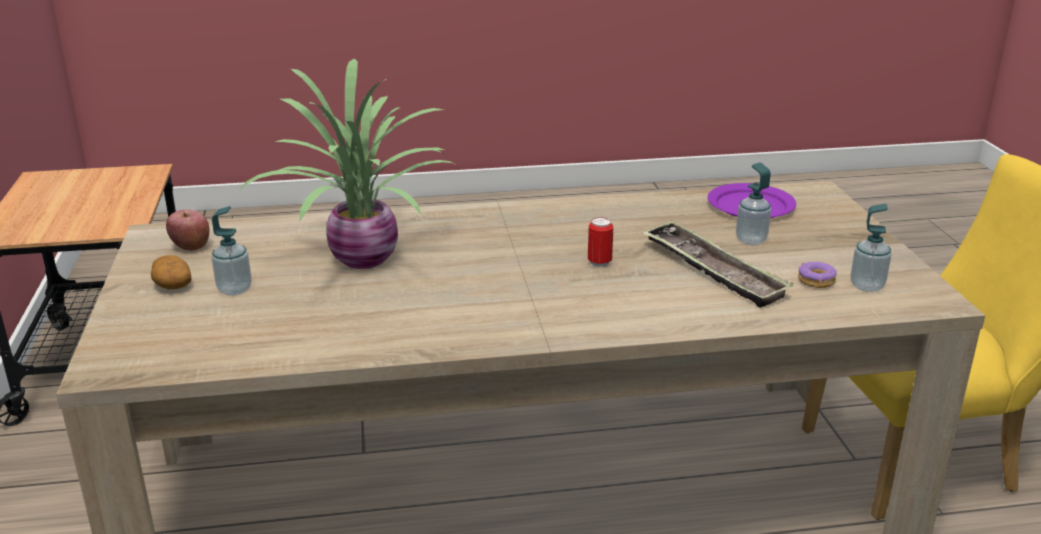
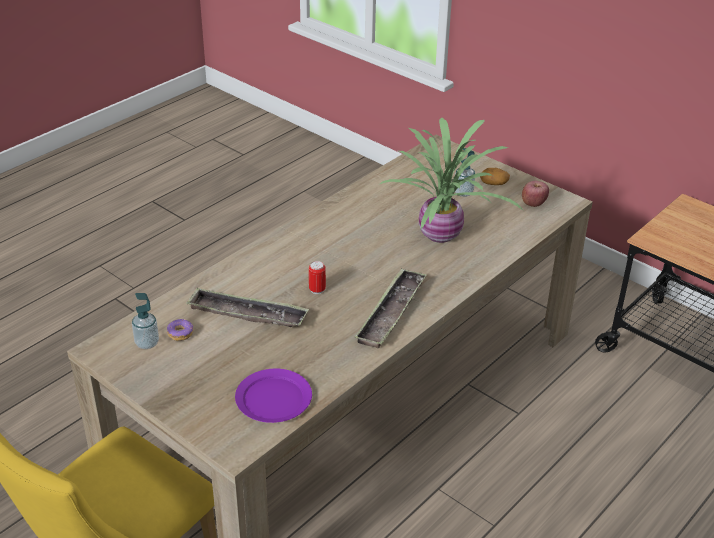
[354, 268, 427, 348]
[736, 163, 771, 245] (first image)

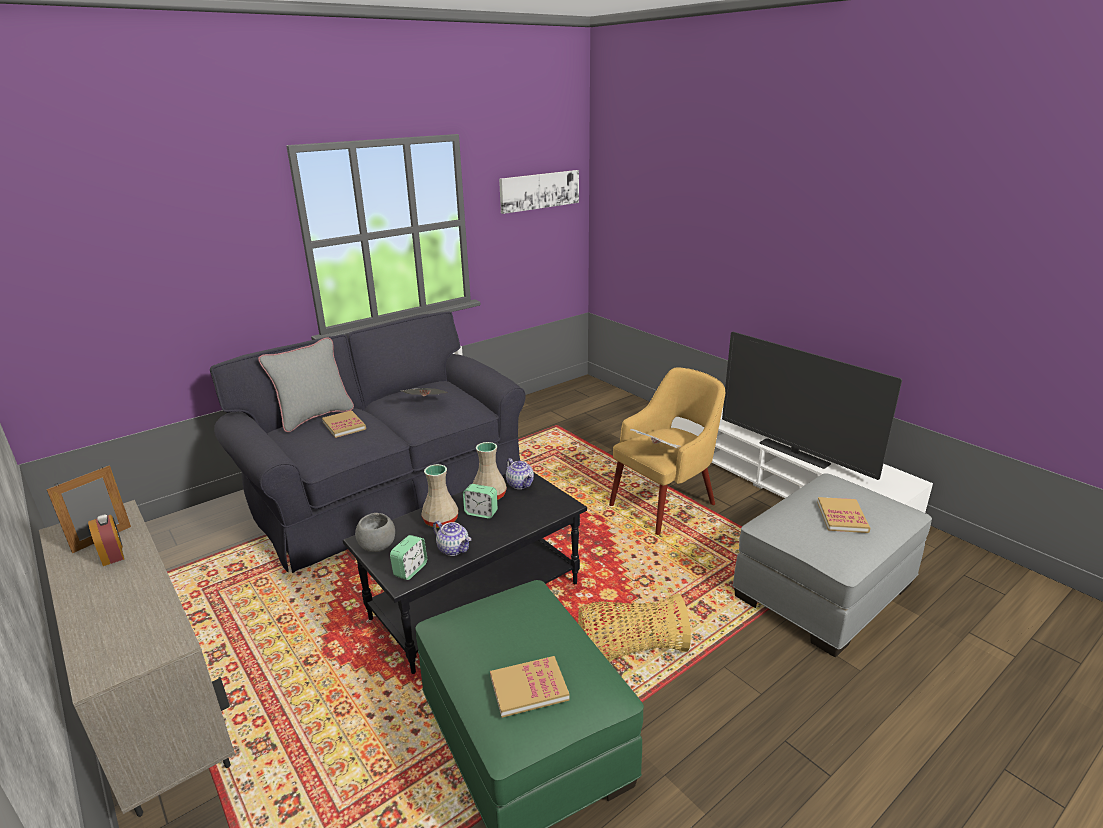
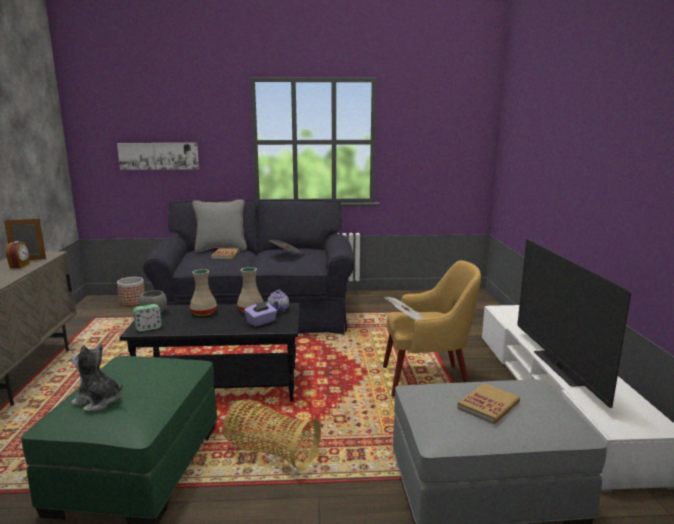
[71, 343, 123, 411]
[117, 143, 199, 170]
[117, 277, 145, 306]
[244, 301, 277, 327]
[433, 521, 471, 556] (first image)
[463, 484, 498, 519] (first image)

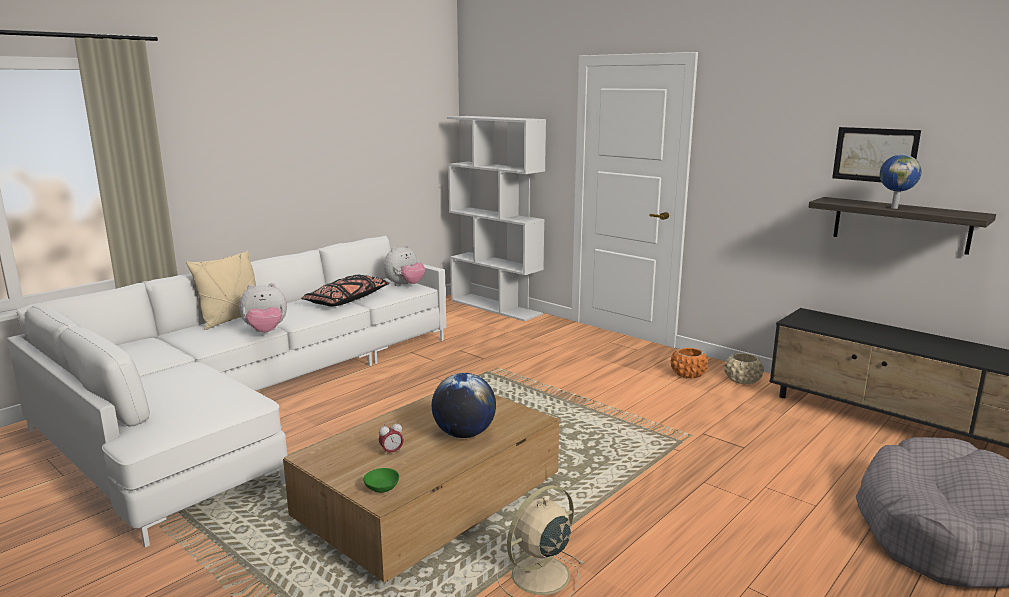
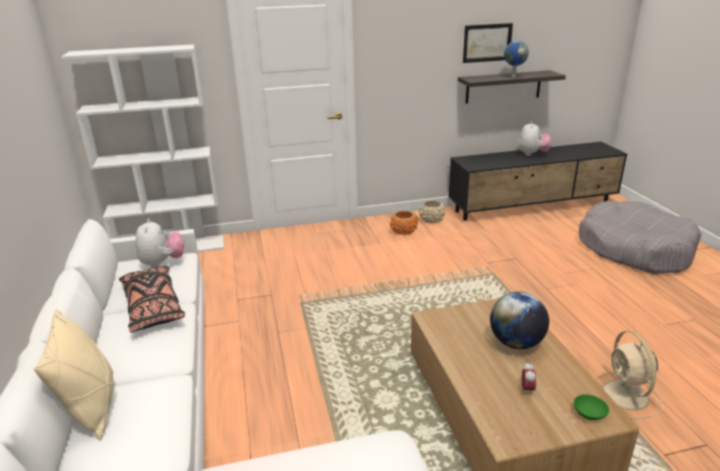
[518, 121, 552, 156]

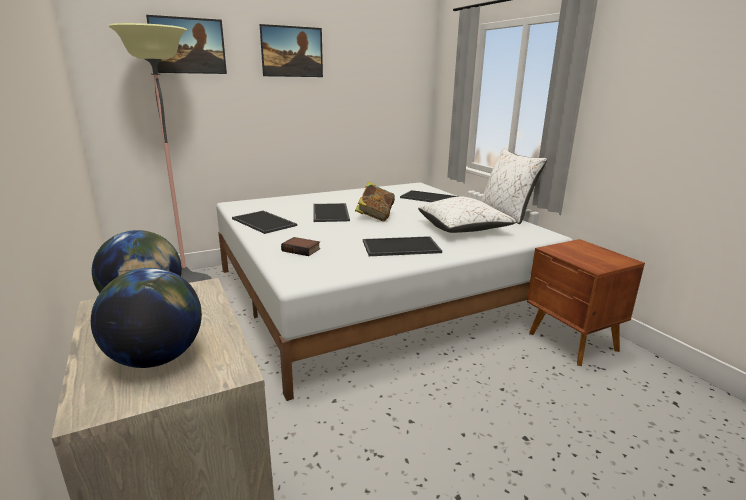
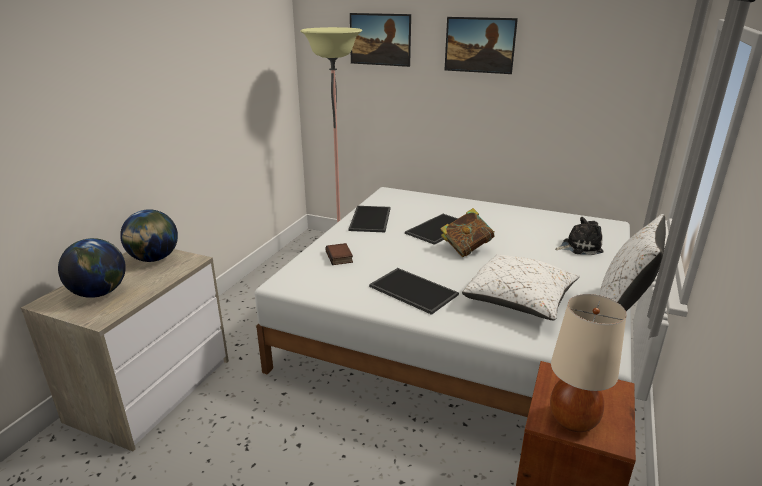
[550, 294, 627, 432]
[555, 217, 604, 255]

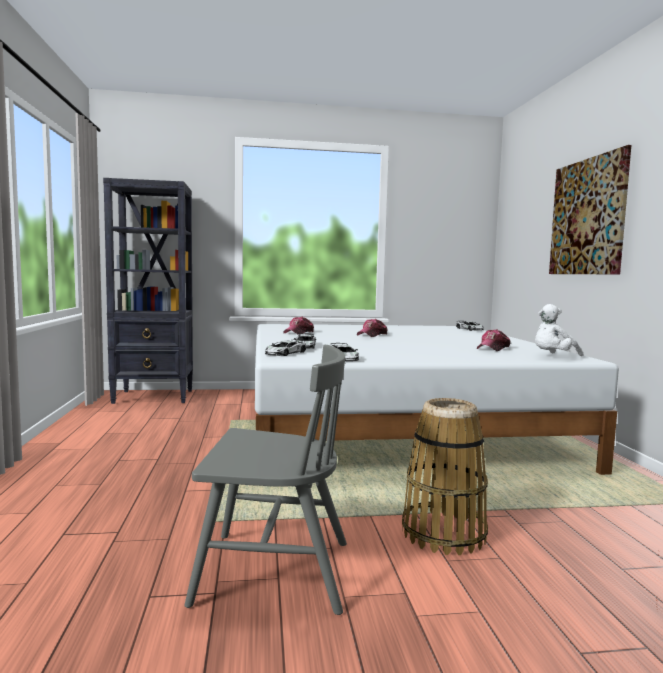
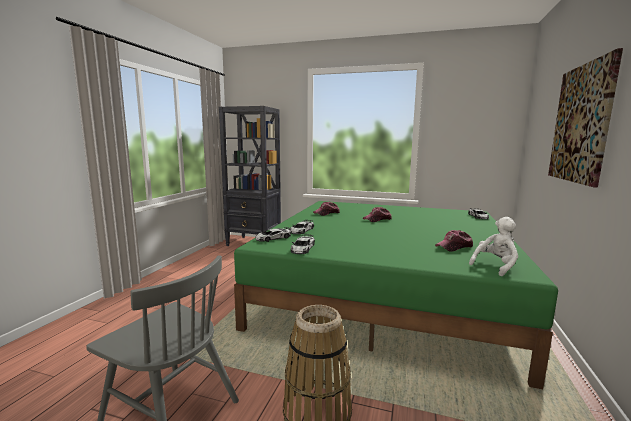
[234, 201, 558, 389]
[469, 217, 518, 276]

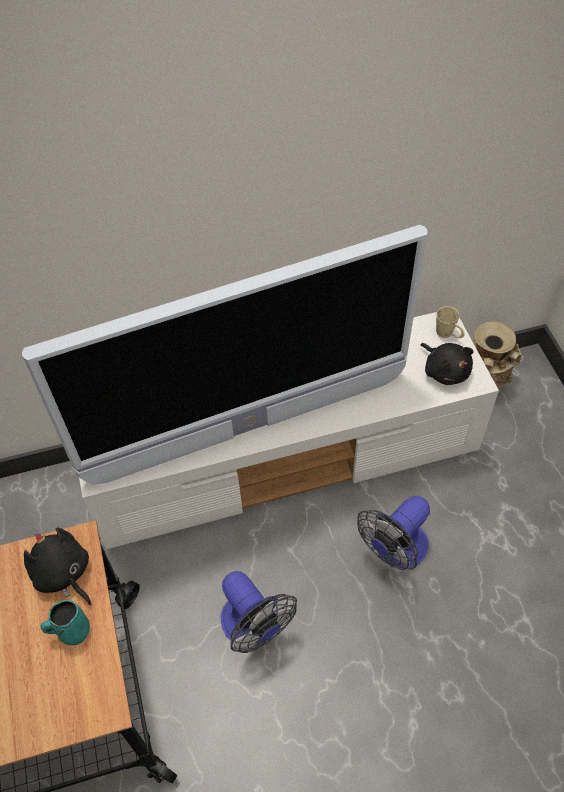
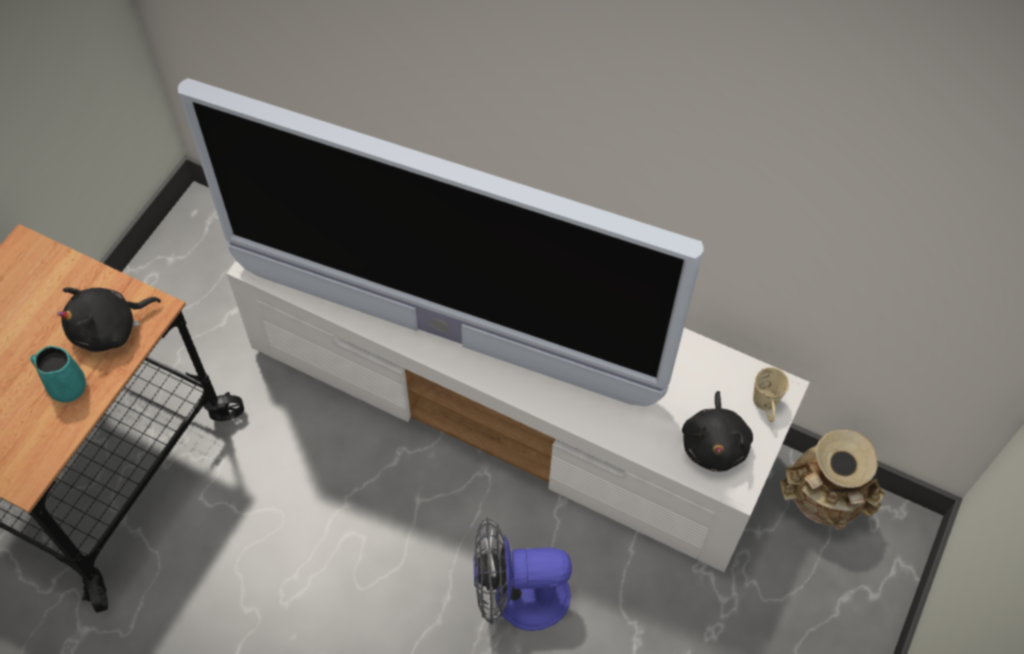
[57, 287, 161, 352]
[221, 571, 297, 653] (first image)

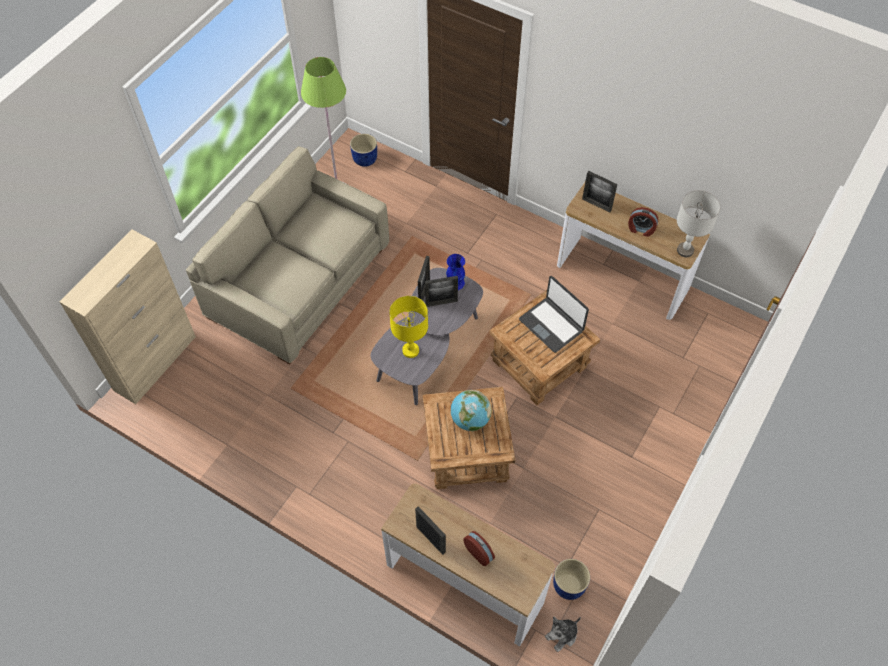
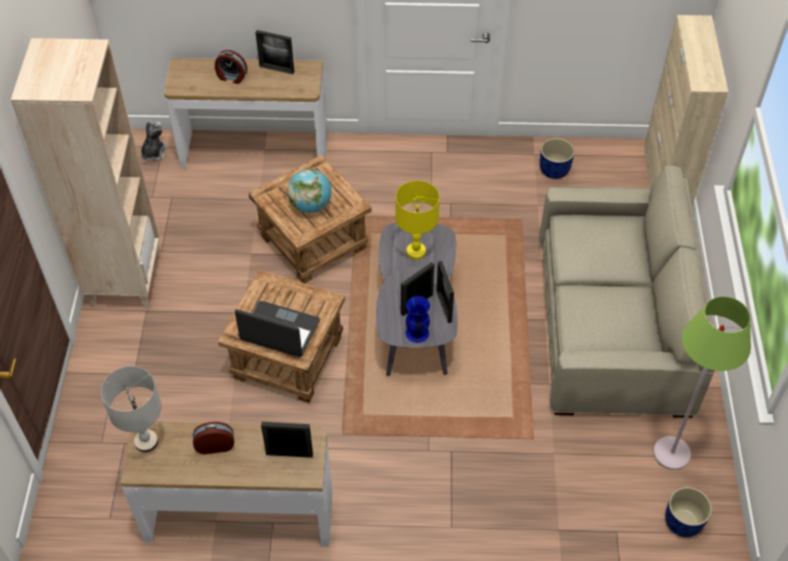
[11, 38, 159, 308]
[540, 138, 575, 179]

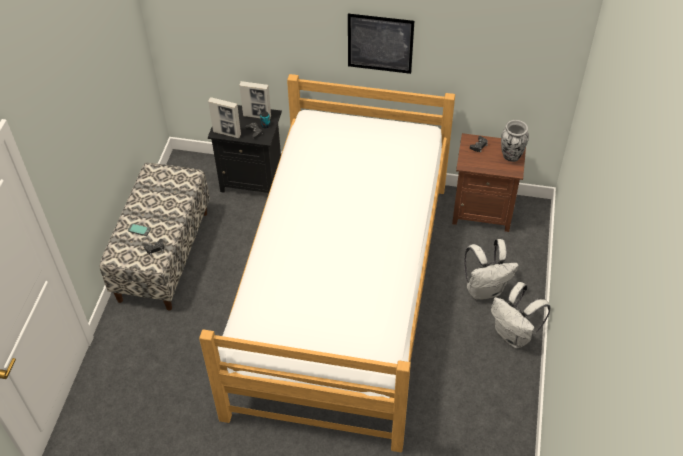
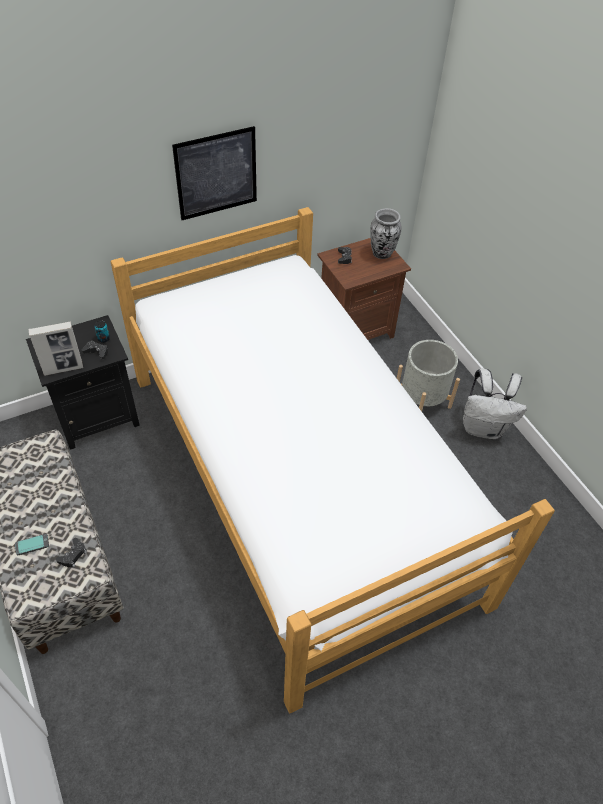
[397, 340, 460, 411]
[239, 81, 271, 118] (first image)

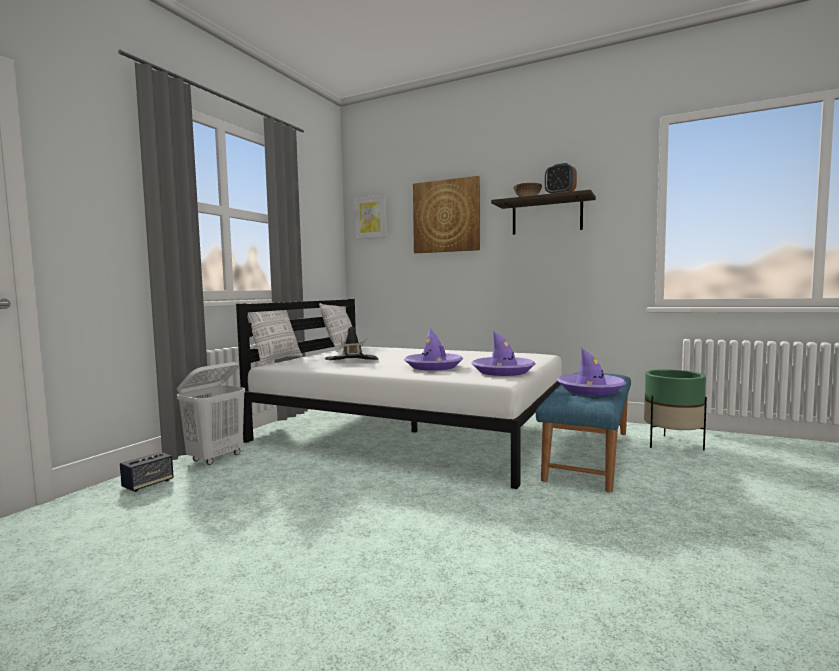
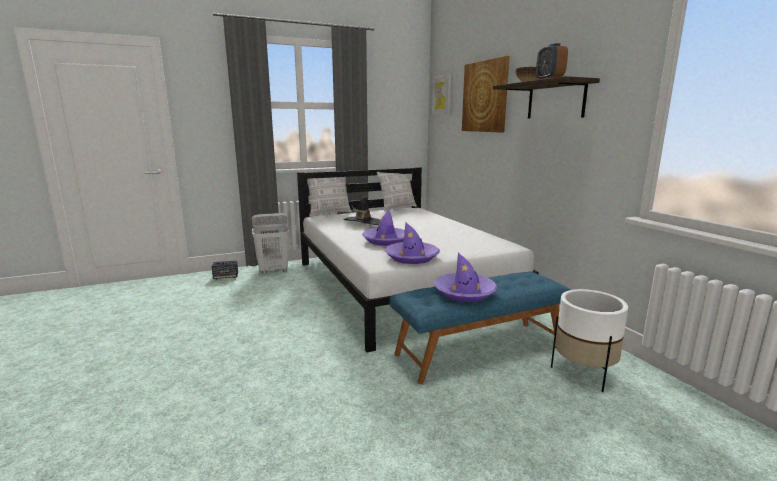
[551, 289, 628, 392]

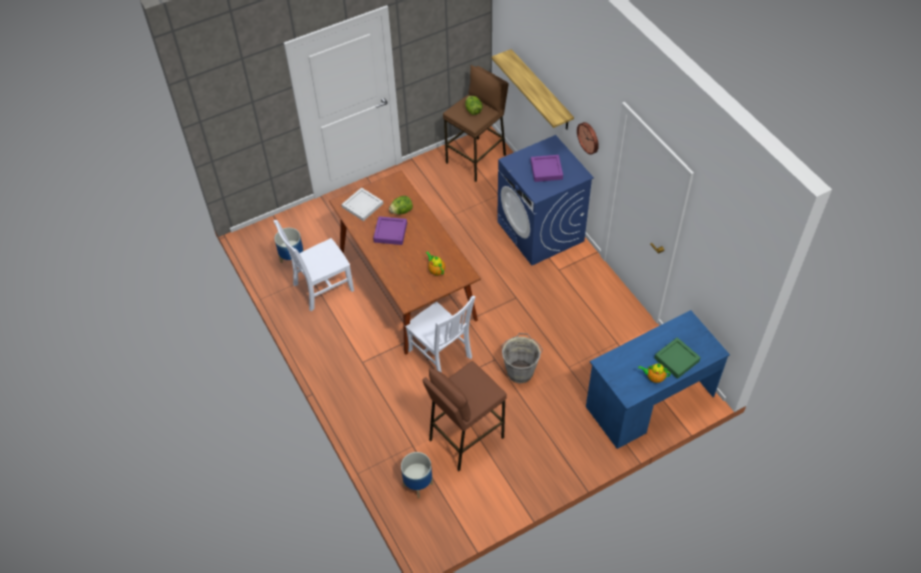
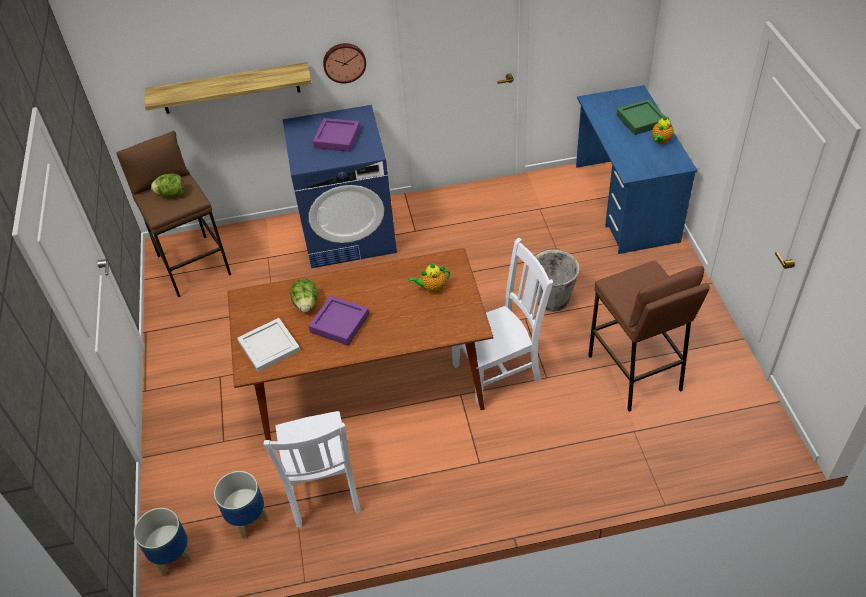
[134, 508, 193, 576]

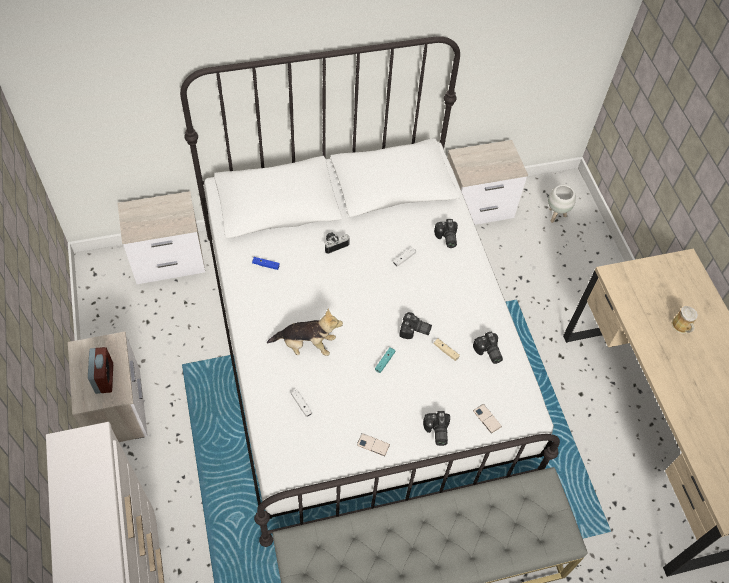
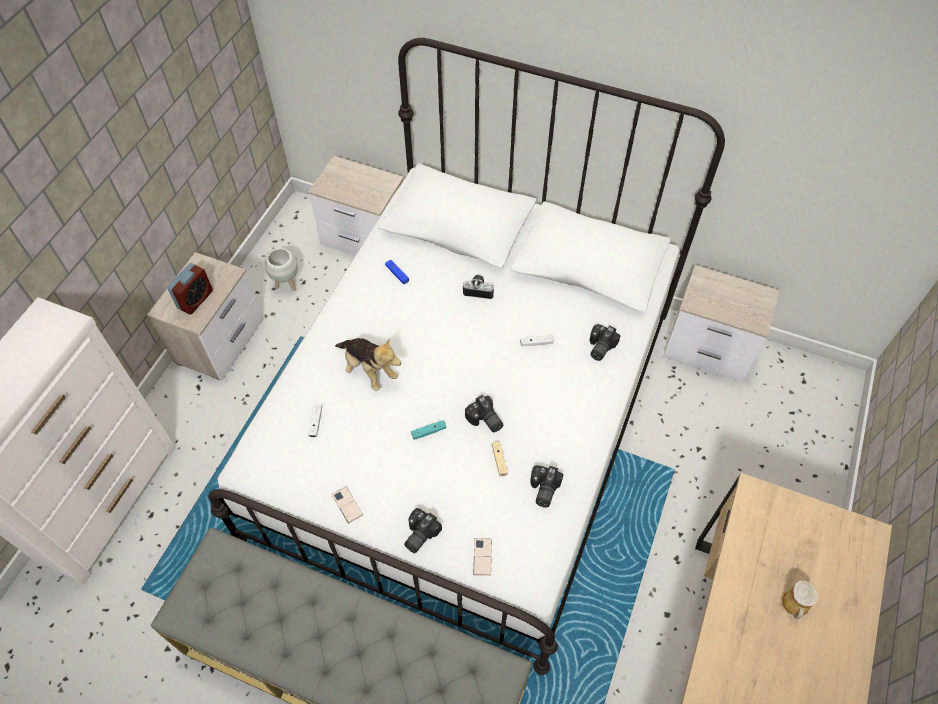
[265, 248, 298, 291]

